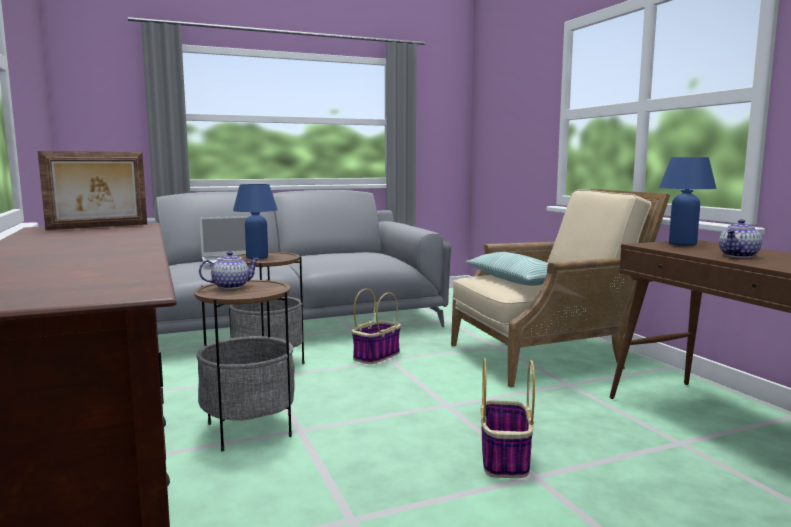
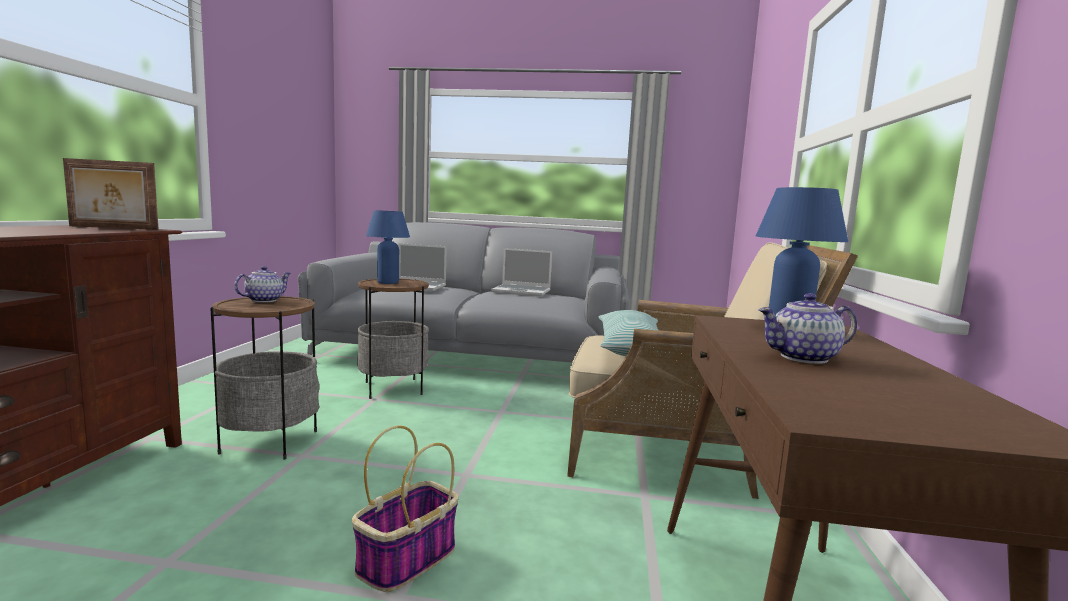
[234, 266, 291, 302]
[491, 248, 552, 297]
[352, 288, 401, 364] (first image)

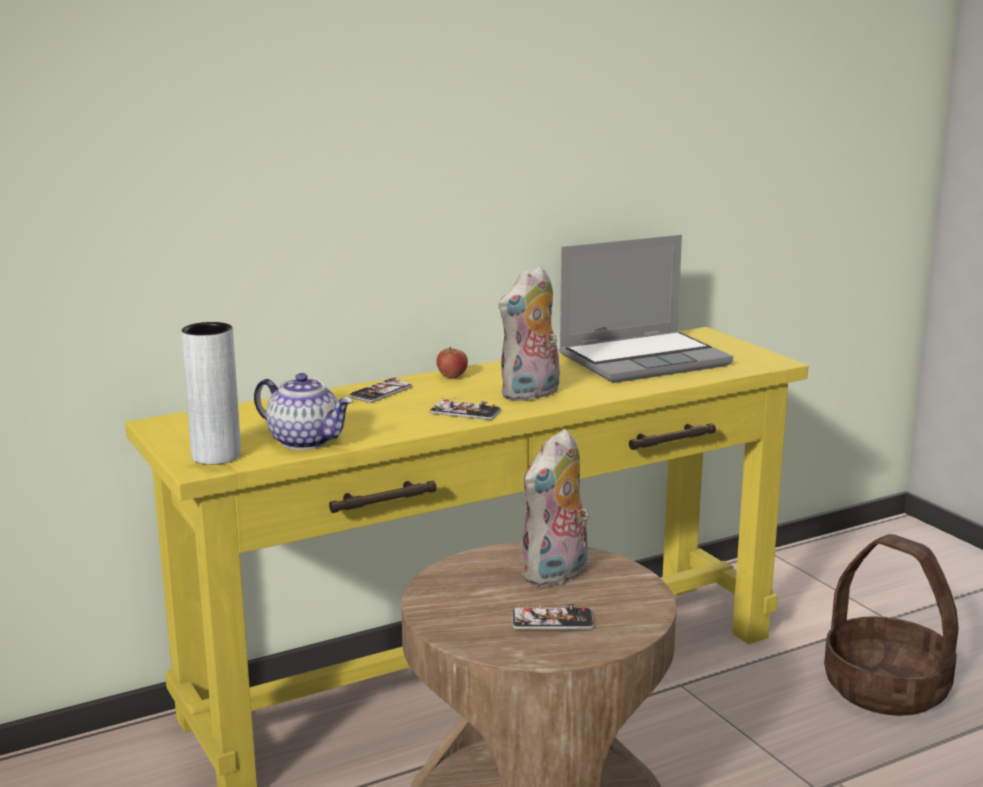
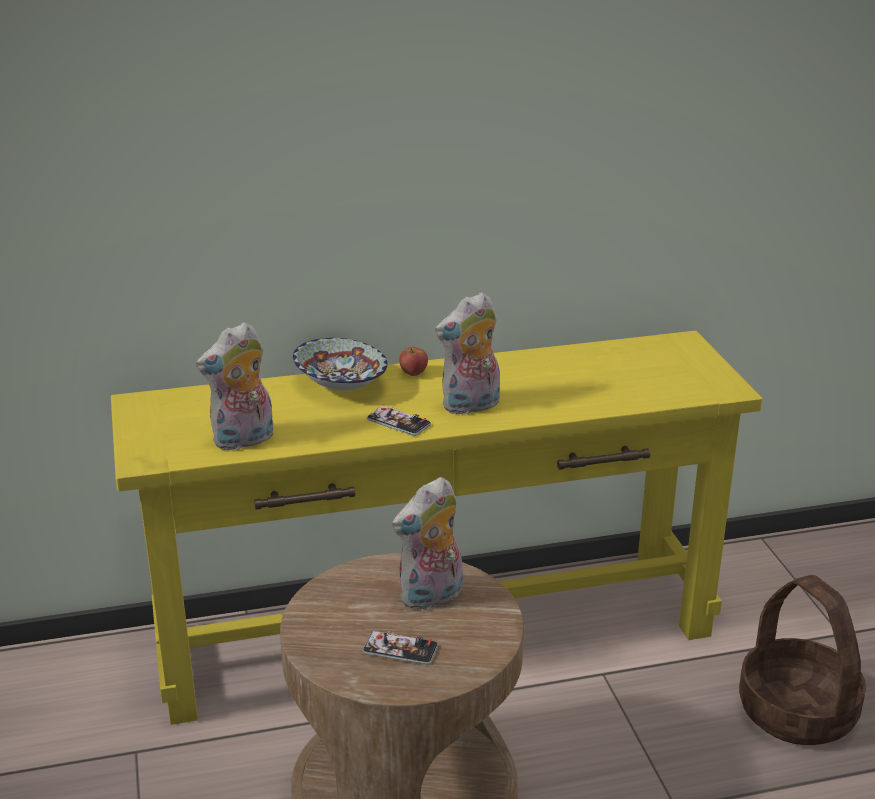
[196, 322, 274, 451]
[293, 338, 388, 390]
[181, 322, 241, 465] (first image)
[559, 235, 733, 383] (first image)

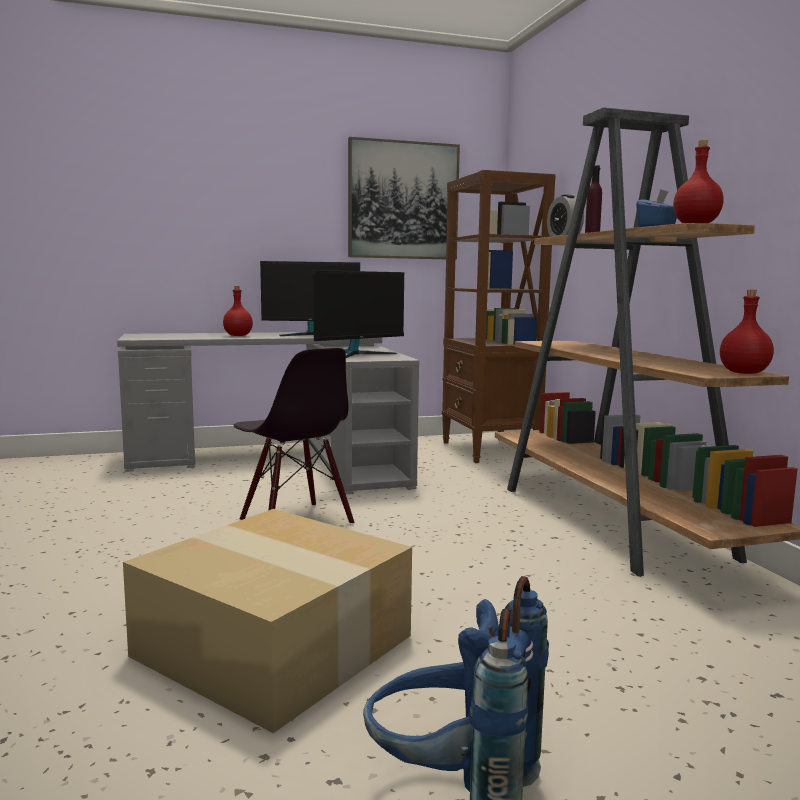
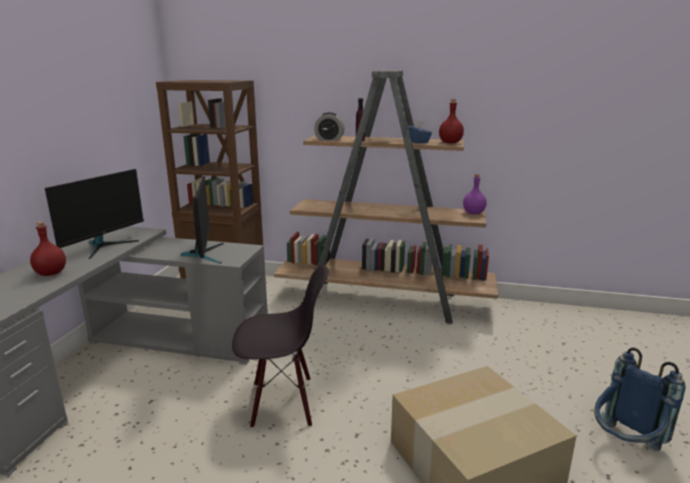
[463, 174, 487, 214]
[348, 137, 460, 260] (first image)

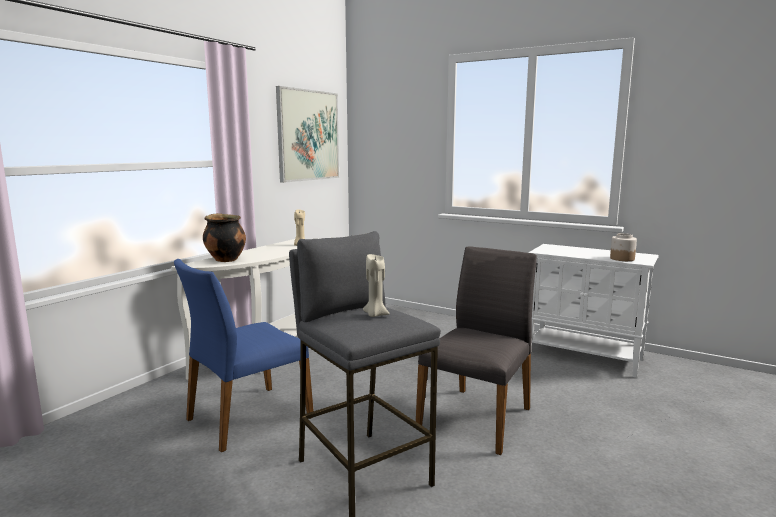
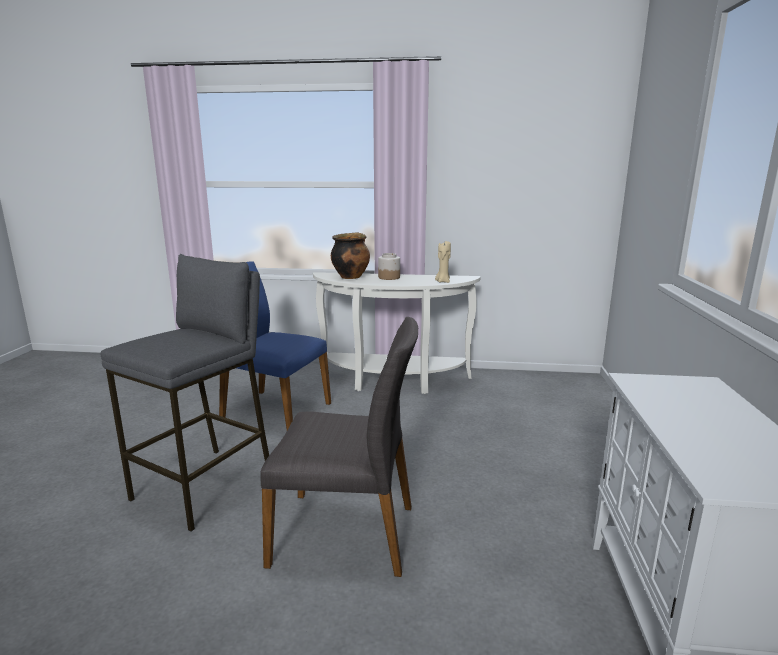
[378, 253, 400, 280]
[276, 86, 339, 183] (first image)
[363, 254, 390, 317] (first image)

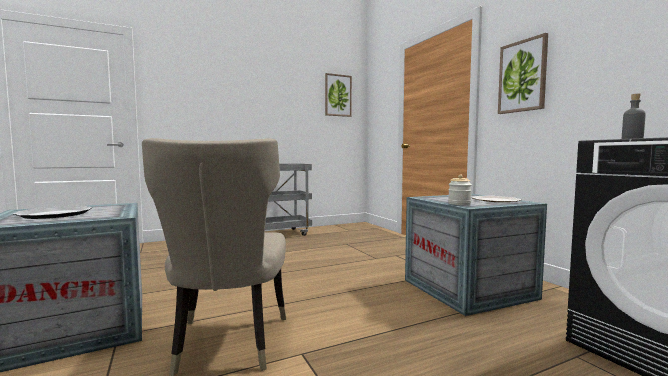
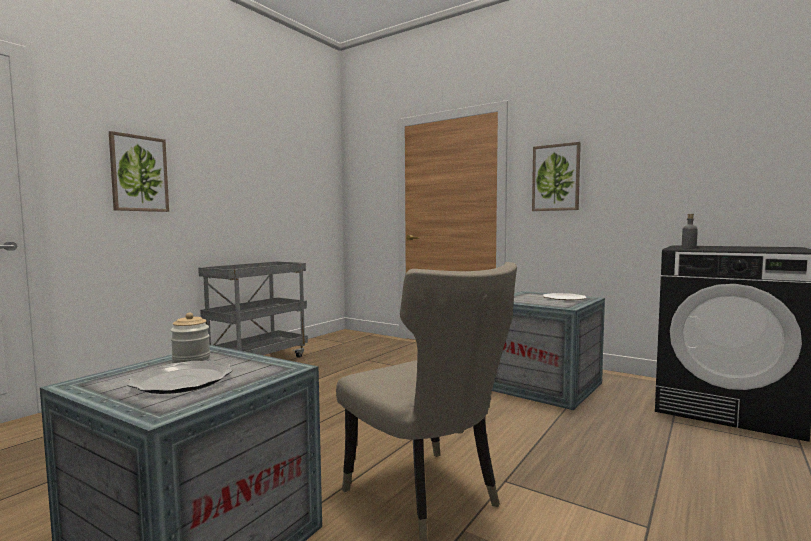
[109, 131, 169, 212]
[170, 313, 210, 363]

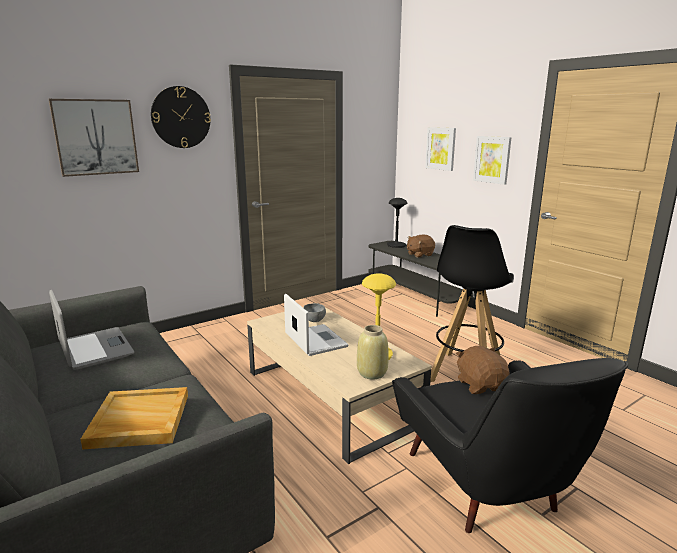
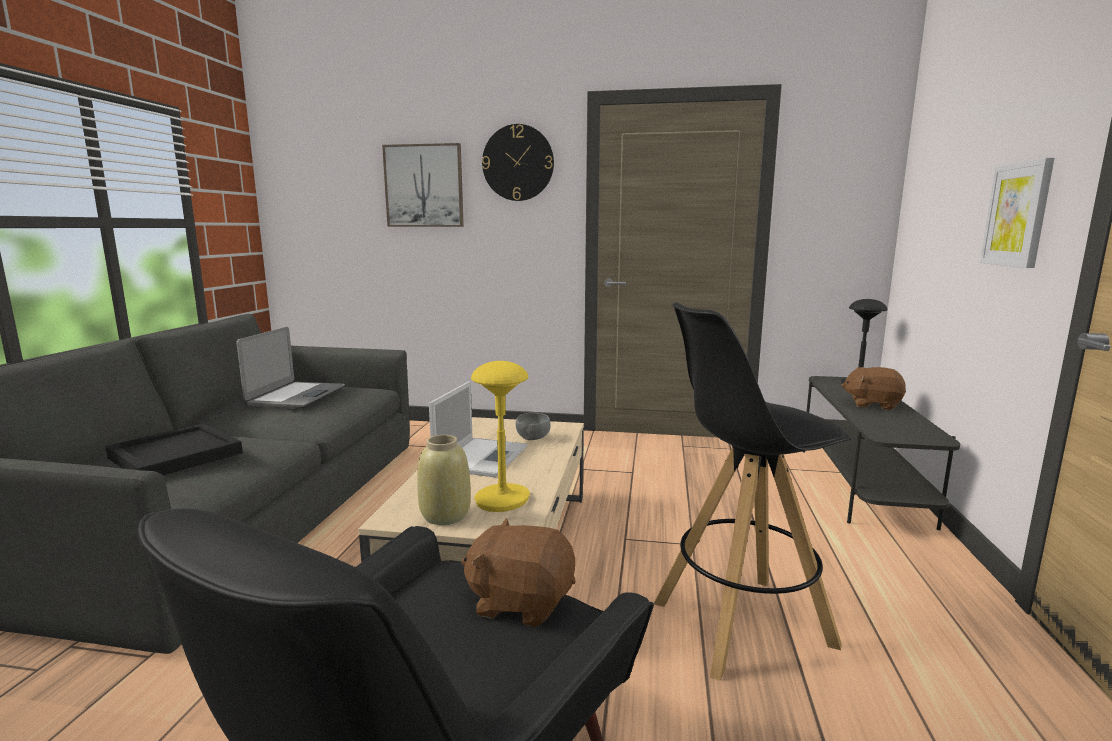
[105, 424, 243, 475]
[462, 518, 575, 627]
[425, 127, 456, 171] (first image)

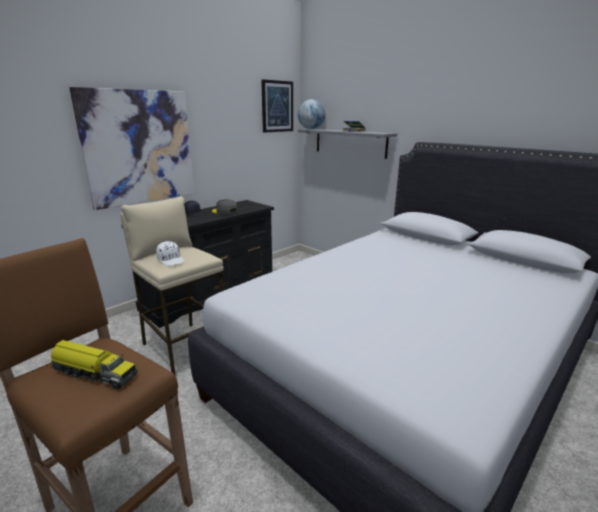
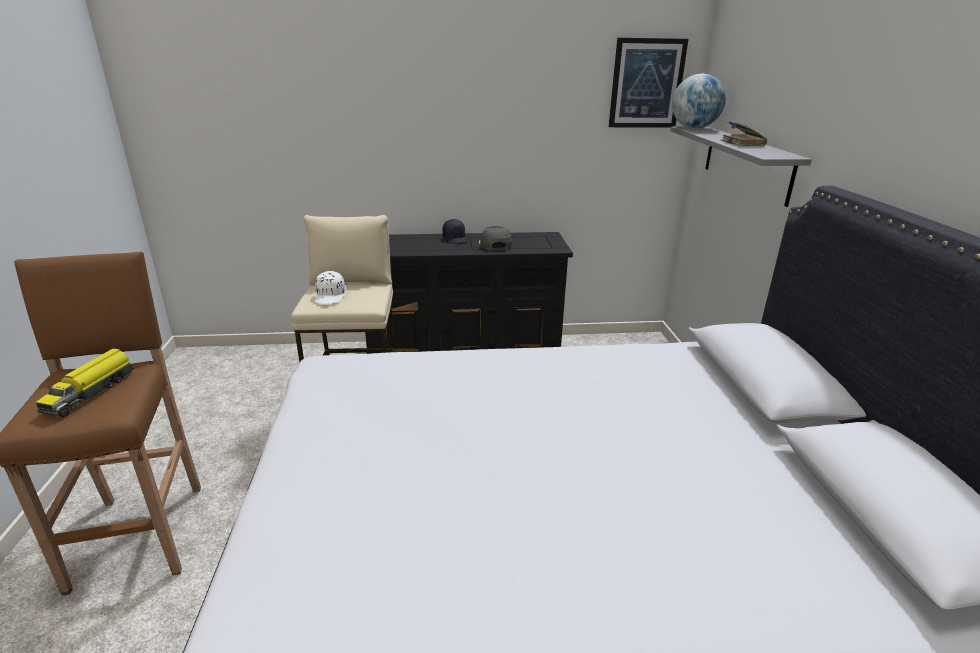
[36, 348, 135, 417]
[69, 87, 194, 210] (first image)

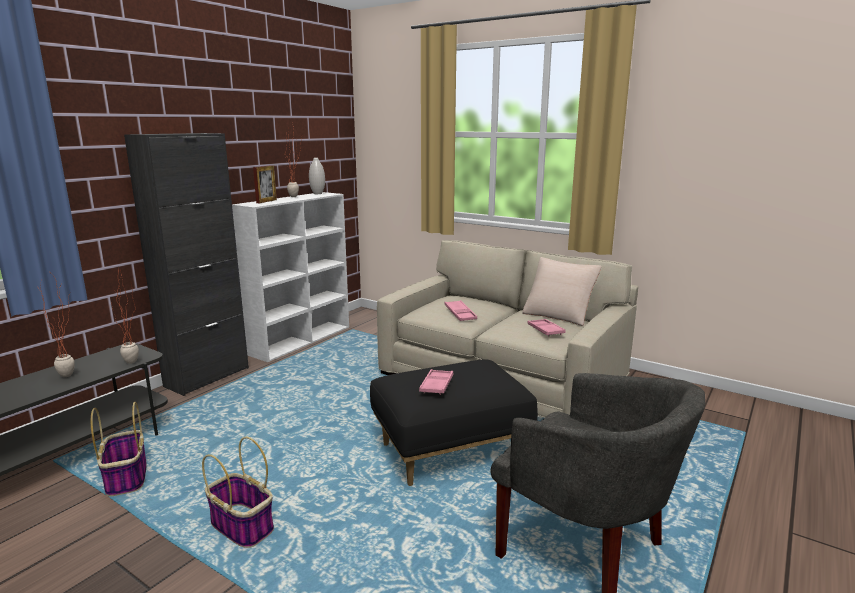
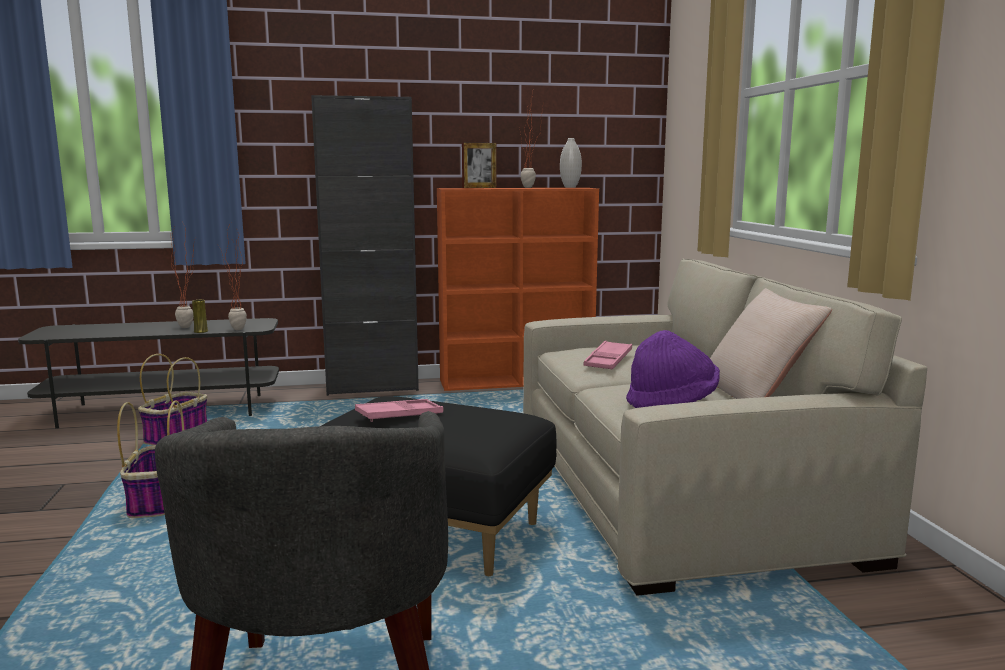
[192, 300, 208, 333]
[437, 188, 599, 391]
[626, 330, 720, 408]

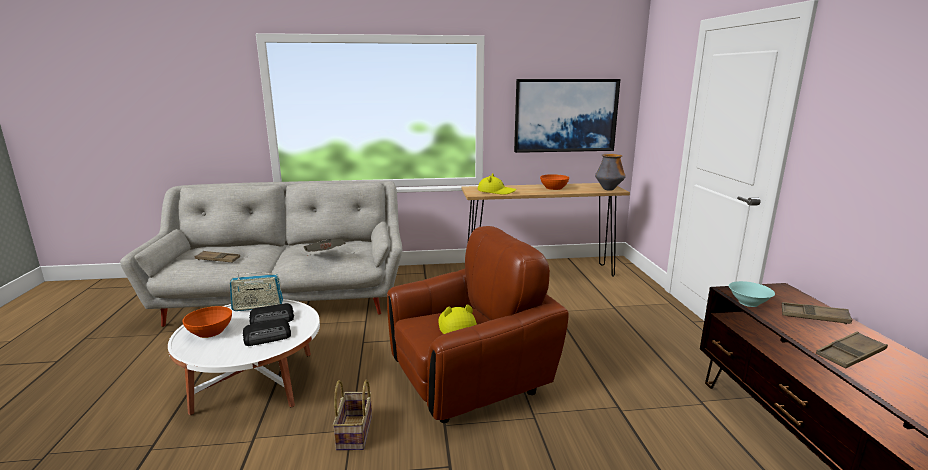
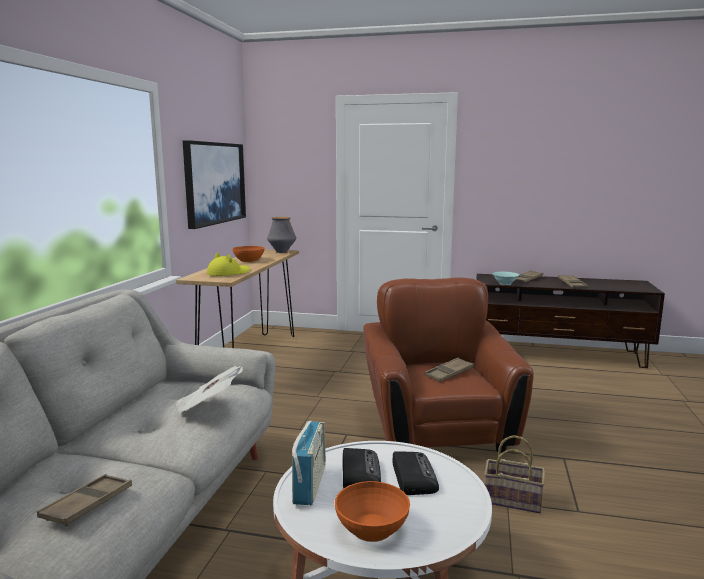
[424, 358, 474, 382]

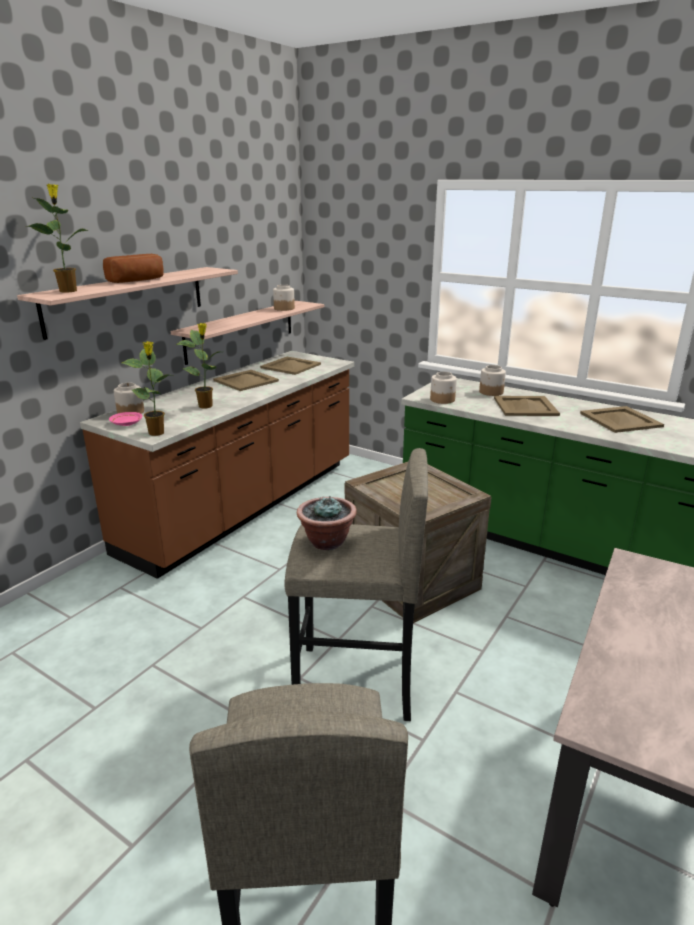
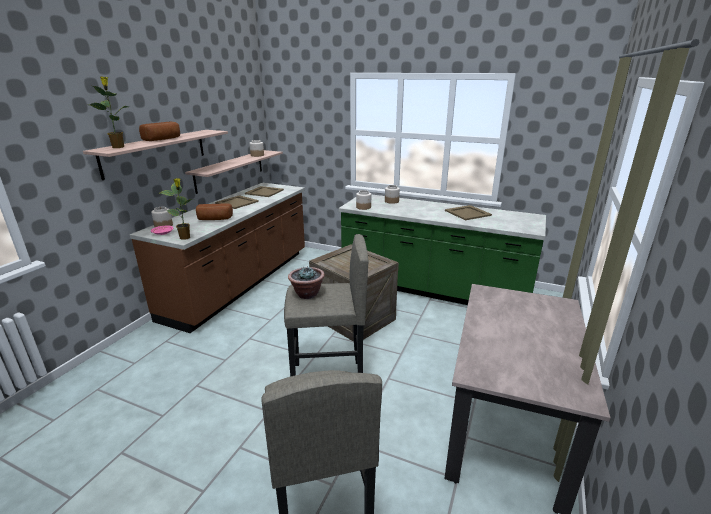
[196, 203, 233, 220]
[494, 396, 560, 416] (first image)

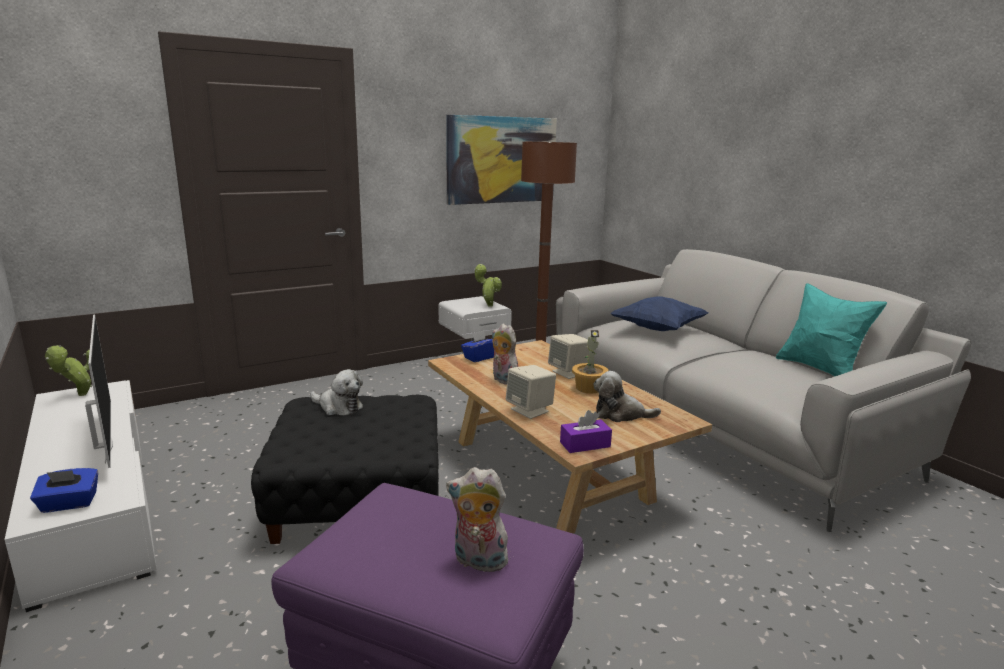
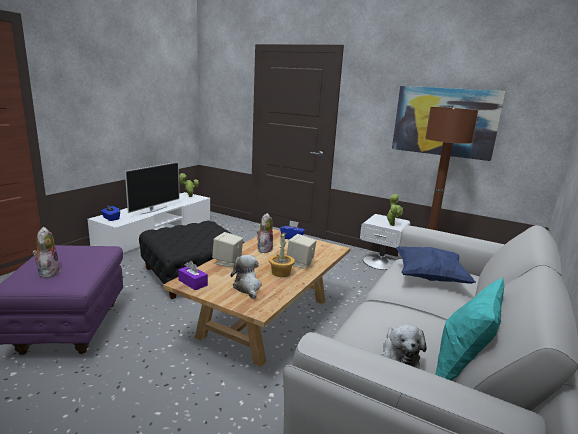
[381, 325, 427, 369]

